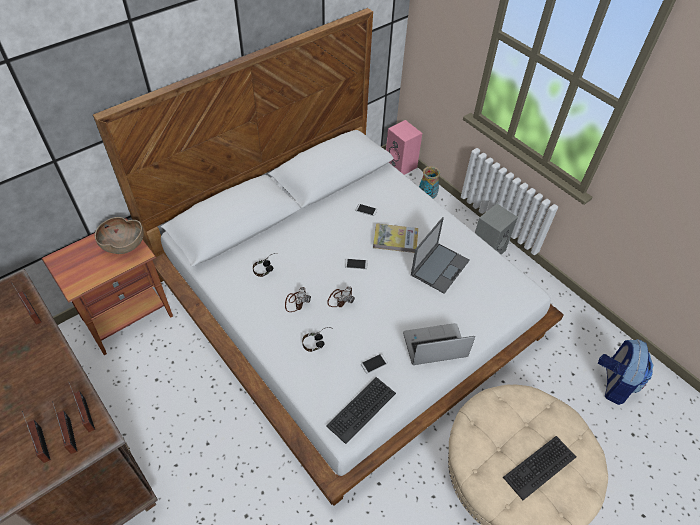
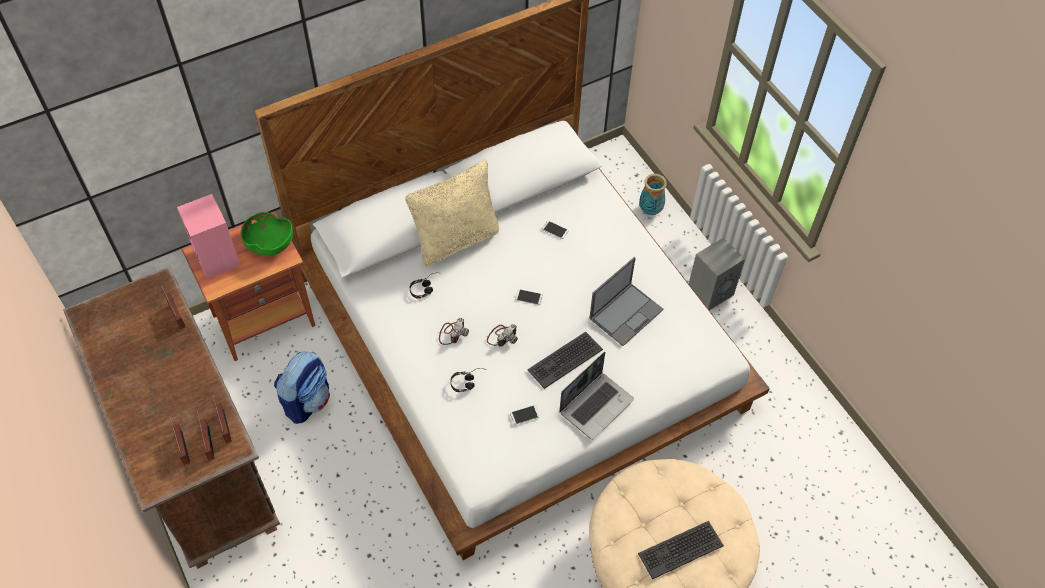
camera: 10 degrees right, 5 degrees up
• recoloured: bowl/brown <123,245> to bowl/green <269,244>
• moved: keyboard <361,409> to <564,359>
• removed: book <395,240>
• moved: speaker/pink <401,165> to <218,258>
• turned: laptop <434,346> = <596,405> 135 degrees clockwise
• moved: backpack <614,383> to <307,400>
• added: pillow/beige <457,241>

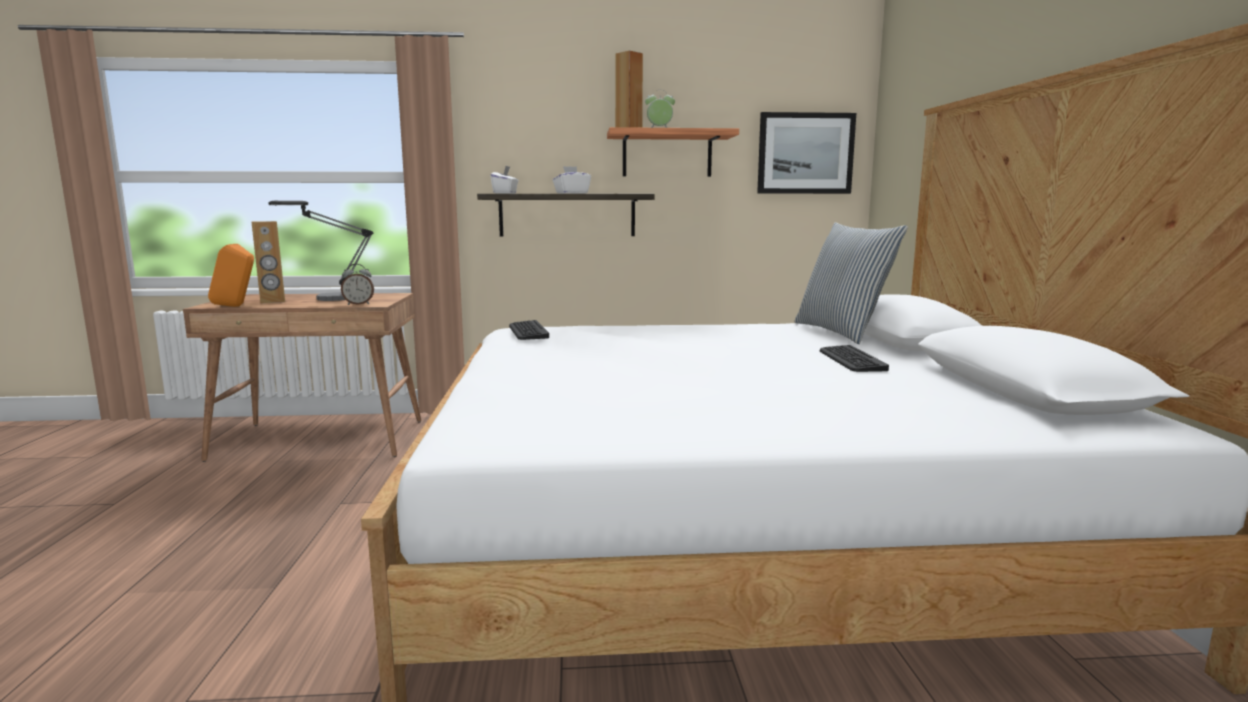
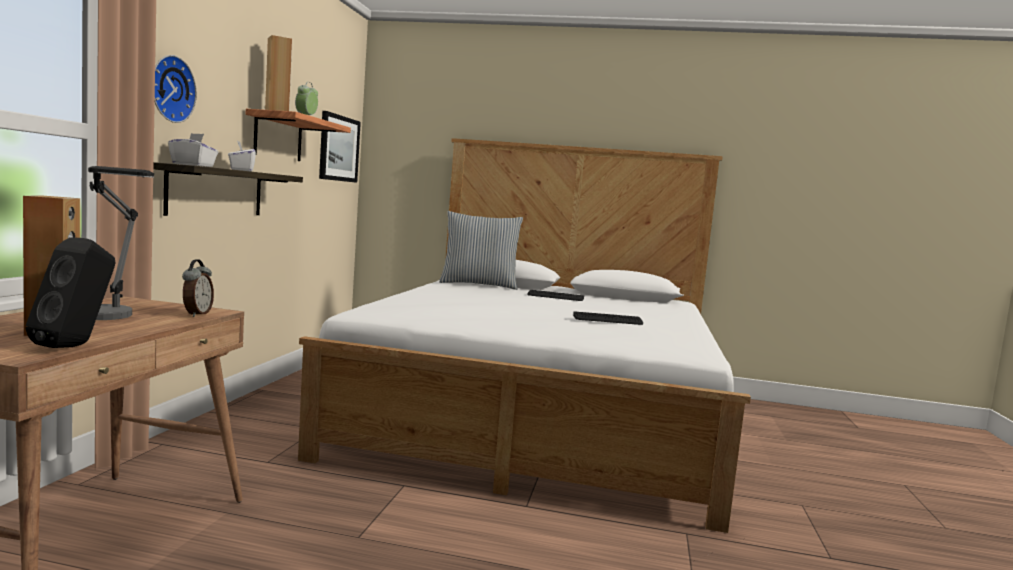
camera: 75 degrees left, 5 degrees down
• recoloured: speaker/orange <237,306> to speaker/black <76,346>
• moved: keyboard <528,331> to <607,320>
• added: wall clock <169,89>

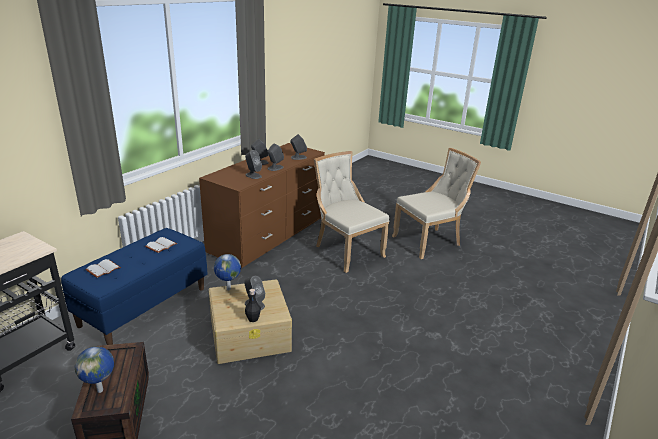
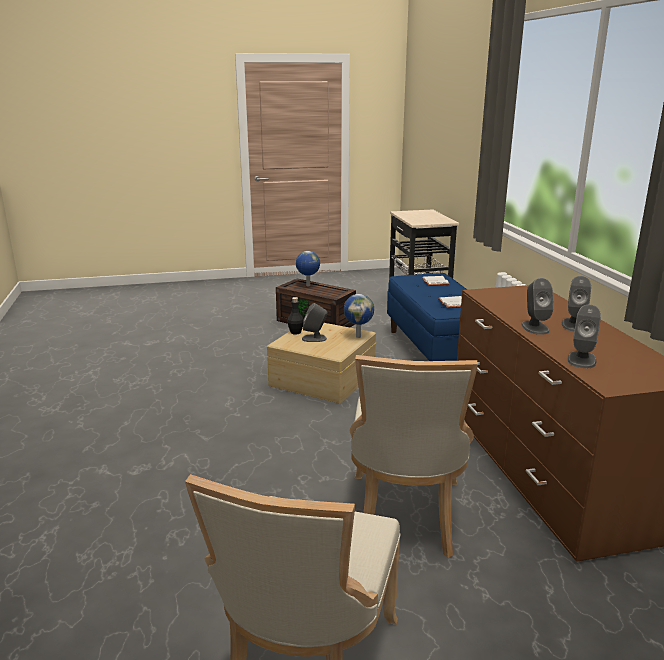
camera: 135 degrees right, 5 degrees down
• removed: speaker/grey <253,175>
• turned: chair/beige <346,251> = <405,517> 90 degrees clockwise

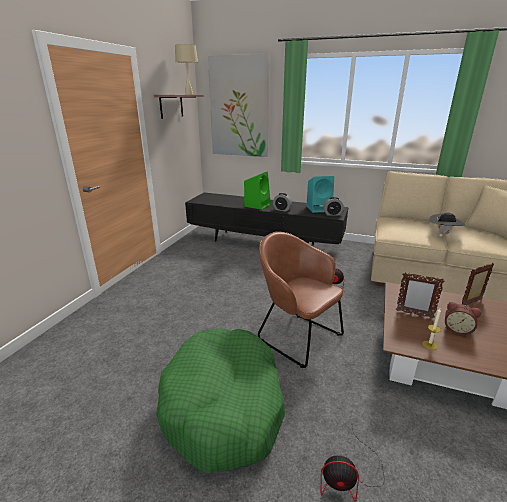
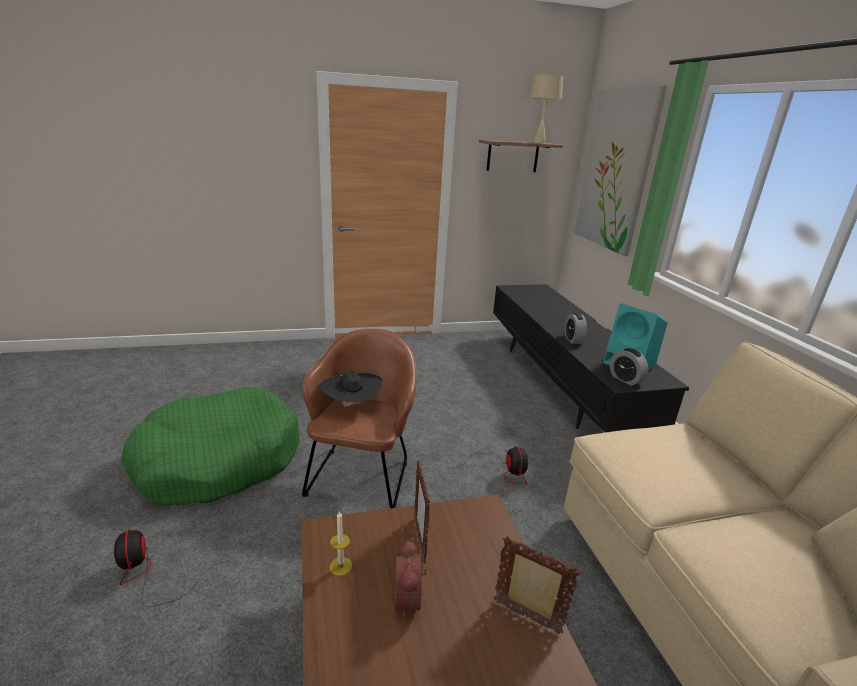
camera: 55 degrees right, 0 degrees up
• removed: speaker/green <257,205>
• moved: hat/black <443,233> to <351,406>

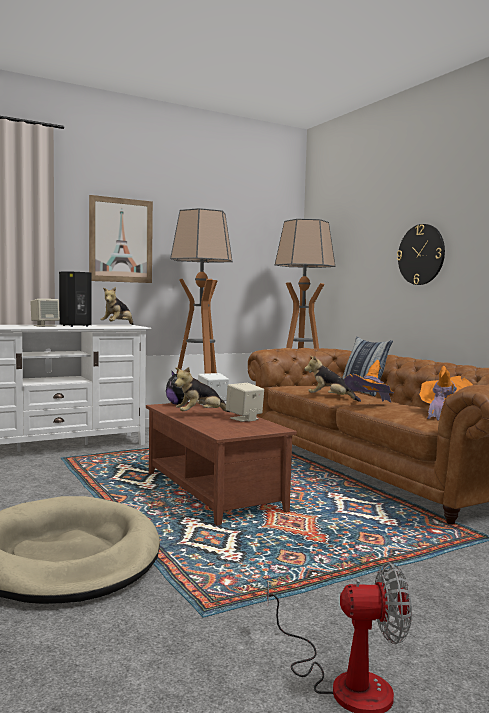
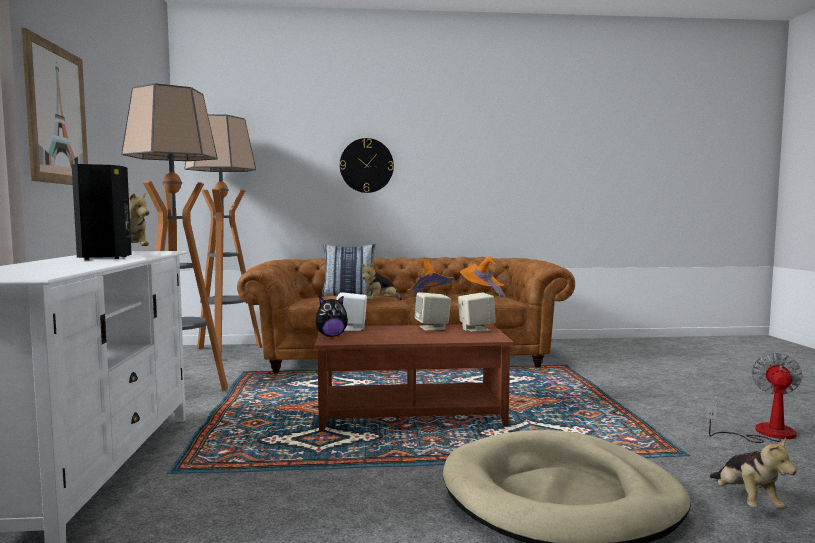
camera: 65 degrees left, 0 degrees up
• moved: speaker/beige <45,326> to <475,329>
• moved: plush toy <200,415> to <746,501>

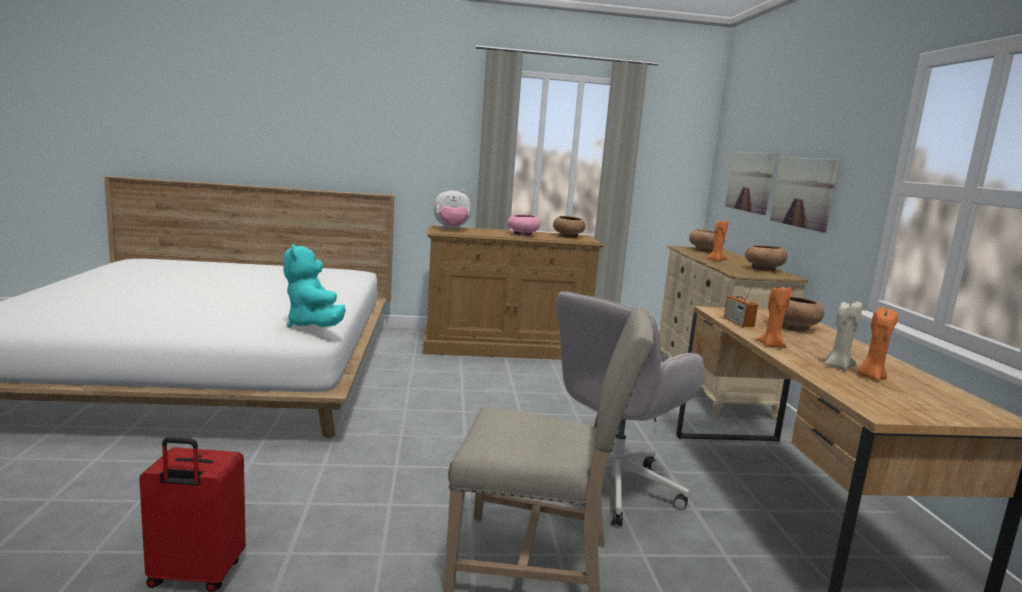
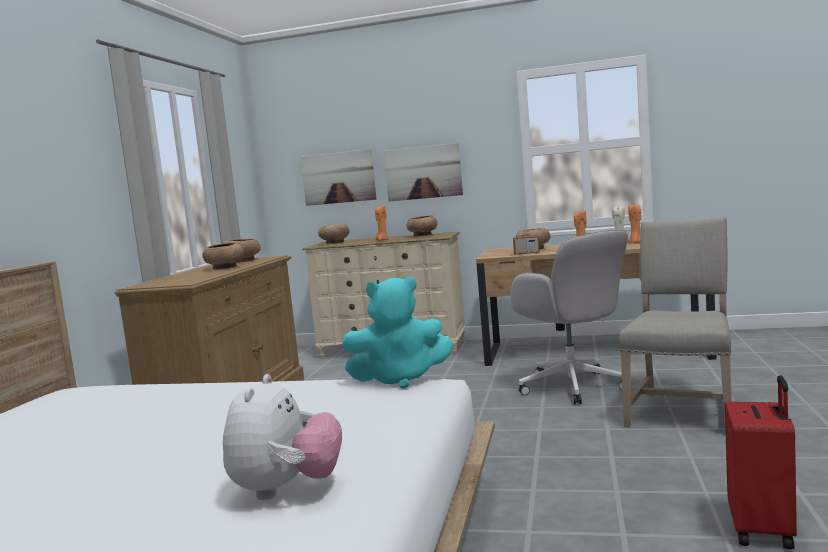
camera: 70 degrees left, 5 degrees down
• moved: plush toy <451,229> to <286,489>
• recoloured: bowl/pink <522,235> to bowl/brown <225,268>

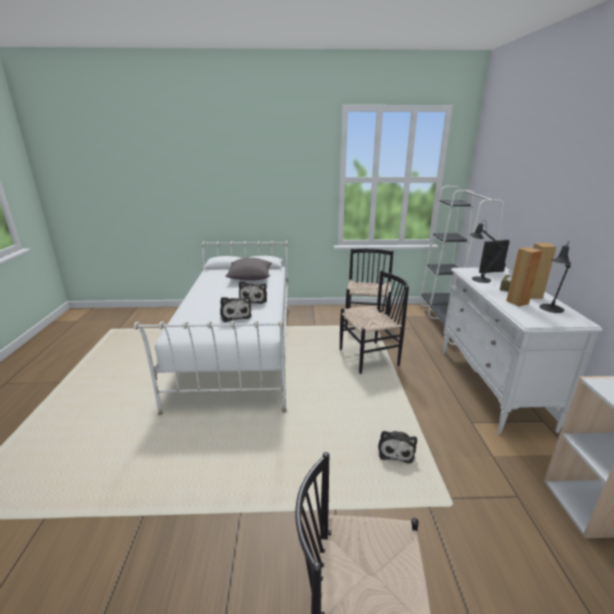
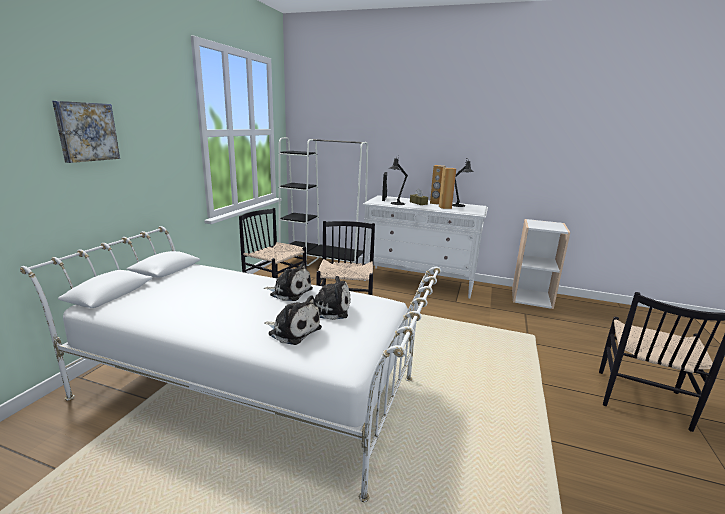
camera: 70 degrees left, 5 degrees down
• removed: pillow/grey <250,278>
• moved: plush toy <396,450> to <293,330>
• added: picture <86,132>

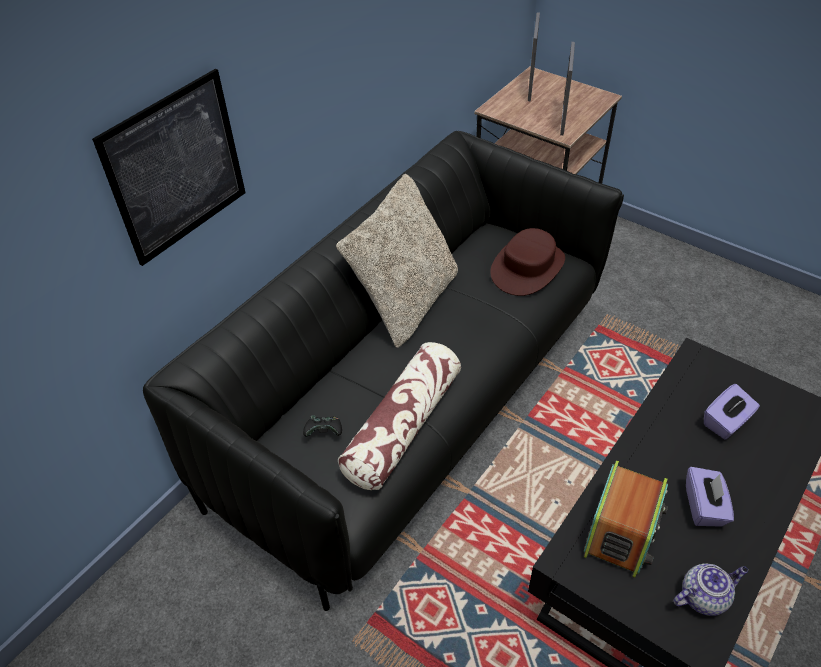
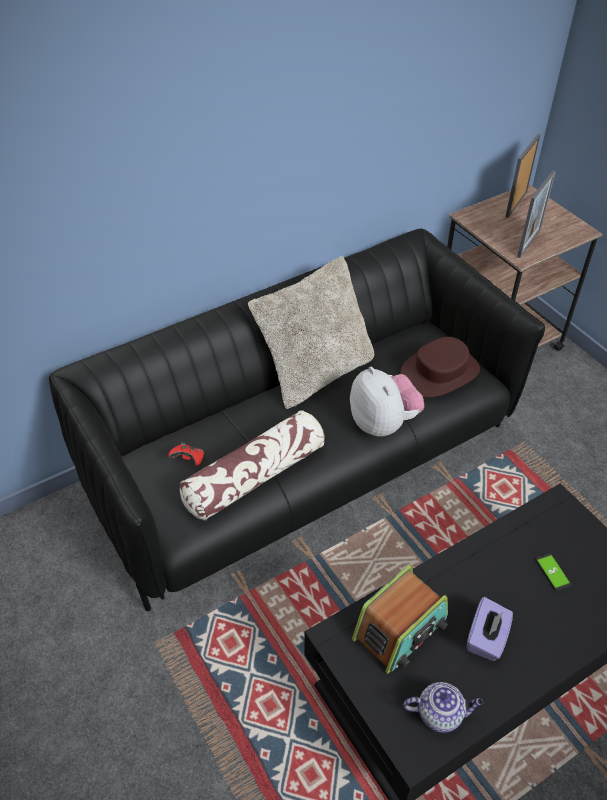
camera: 20 degrees right, 0 degrees up
• removed: picture <176,168>
• recoloured: game controller/black <324,432> to game controller/red <189,459>
• replaced: tissue box/purple <726,422> to phone <553,572>
• added: plush toy <383,423>

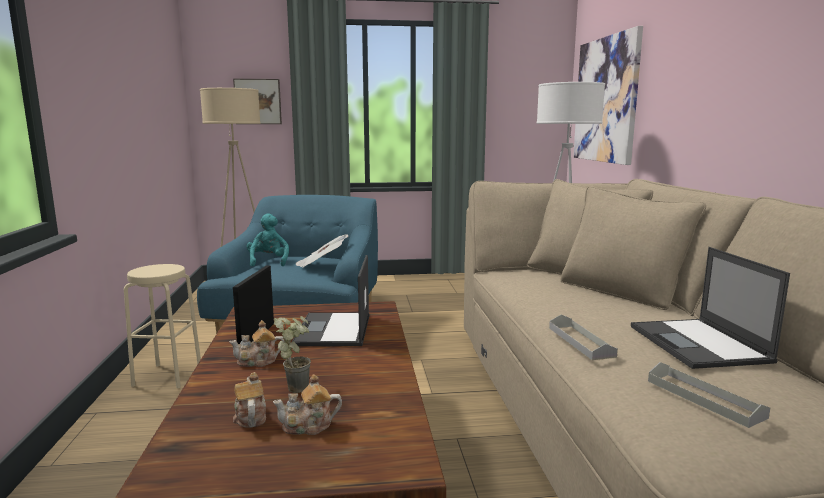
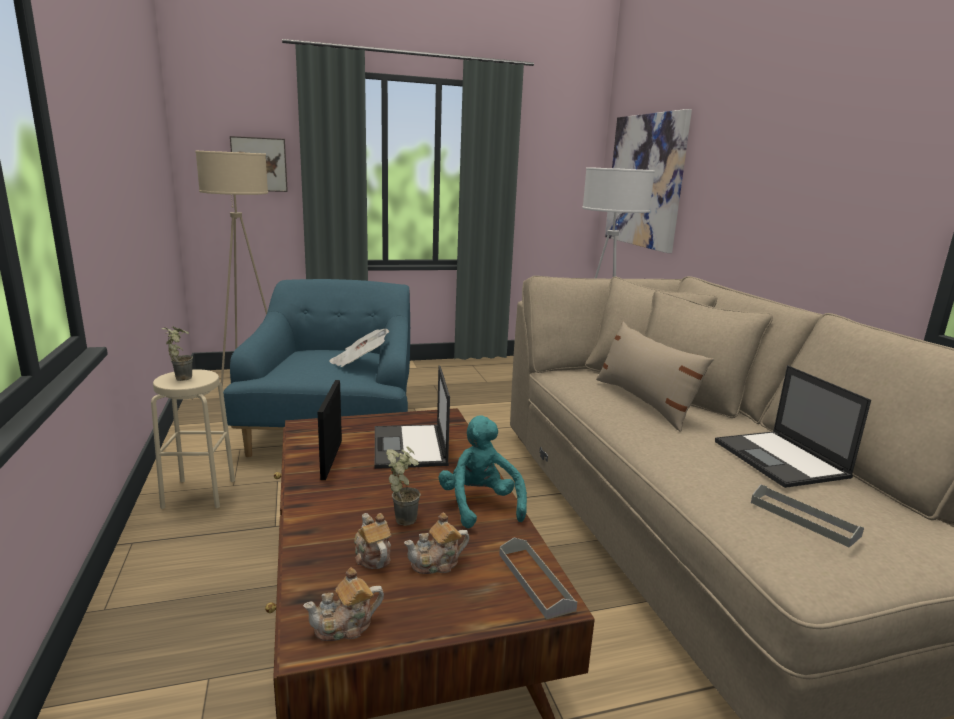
camera: 10 degrees left, 5 degrees up
• moved: teapot <258,361> to <345,626>
• moved: plush toy/turquoise <268,262> to <480,505>
• moved: tray/grey <580,342> to <535,581>
• added: potted plant <180,377>
• added: pillow/beige <644,402>

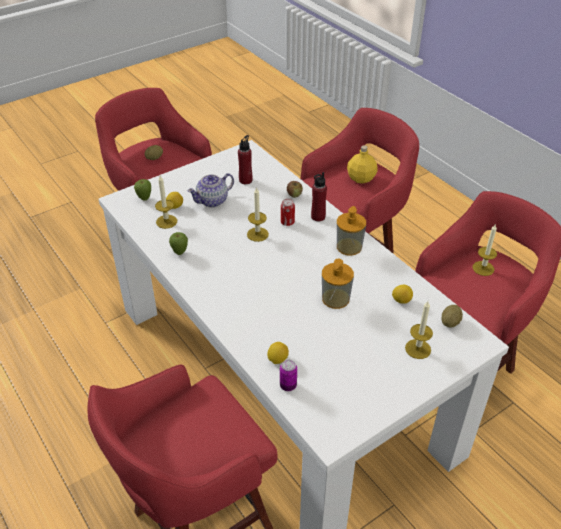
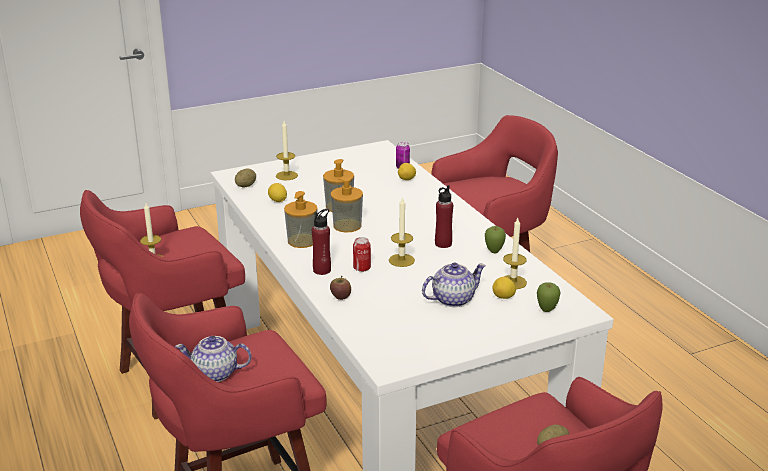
camera: 170 degrees left, 15 degrees down
• moved: bottle/red <245,180> to <443,244>
• replaced: bottle/yellow <360,178> to teapot <215,374>
• added: soap dispenser <347,226>

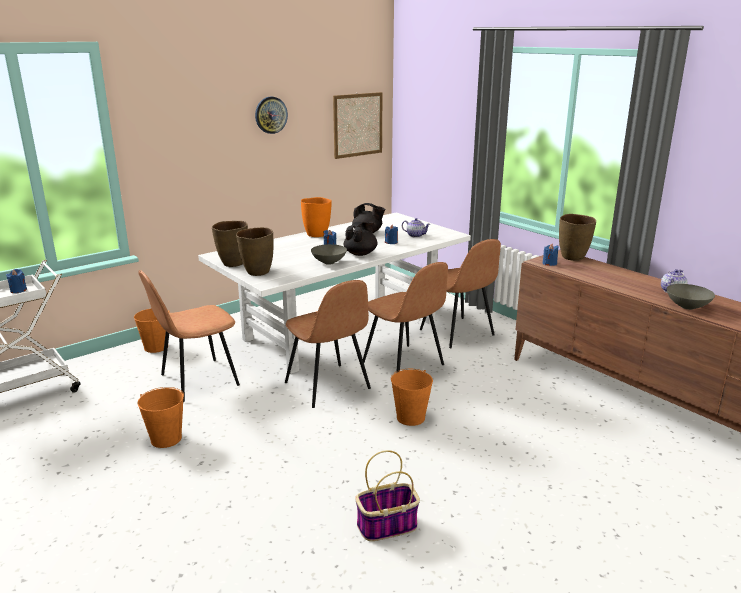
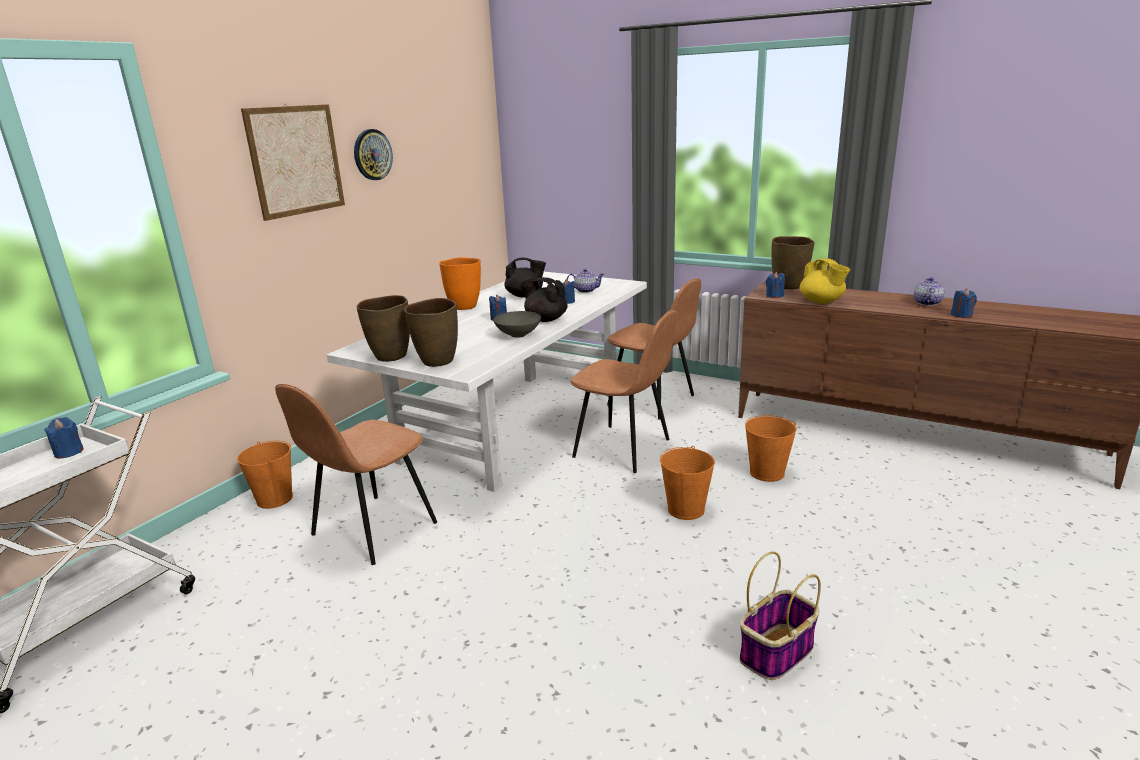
camera: 20 degrees left, 0 degrees up
• moved: bucket/orange <166,439> to <767,473>
• removed: chair/brown <328,386>
• moved: picture <357,124> to <295,159>
• turned: teapot/black <361,253> = <545,319> 75 degrees counterclockwise
• replaced: bowl/grey <686,307> to candle/blue <961,315>
• added: teapot/yellow <822,302>

